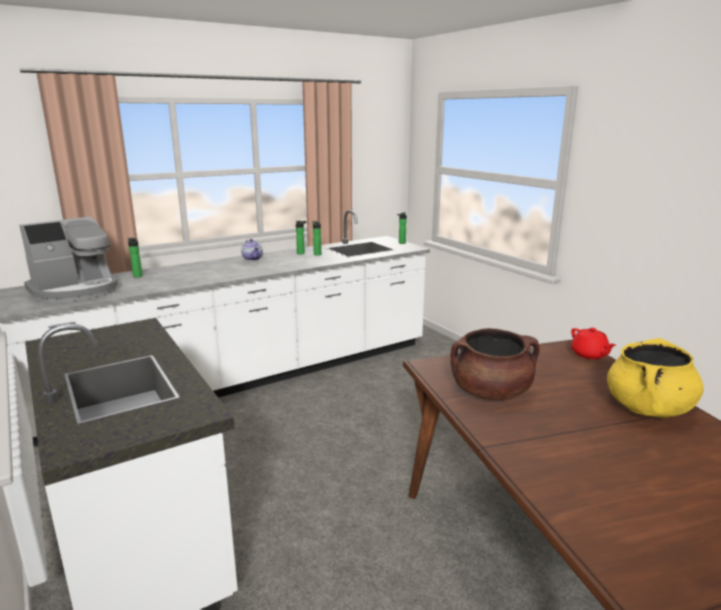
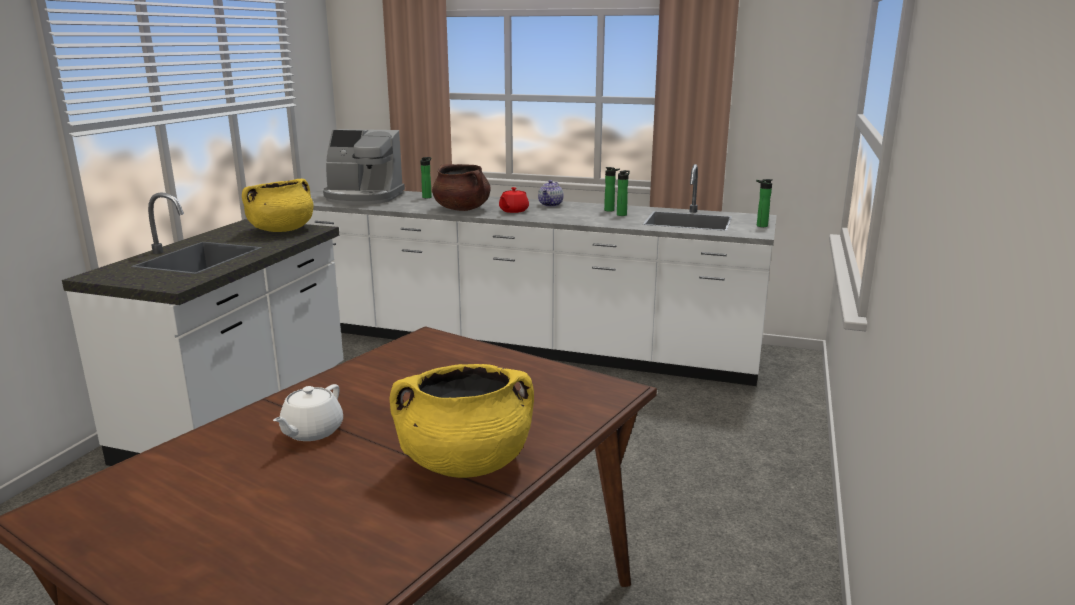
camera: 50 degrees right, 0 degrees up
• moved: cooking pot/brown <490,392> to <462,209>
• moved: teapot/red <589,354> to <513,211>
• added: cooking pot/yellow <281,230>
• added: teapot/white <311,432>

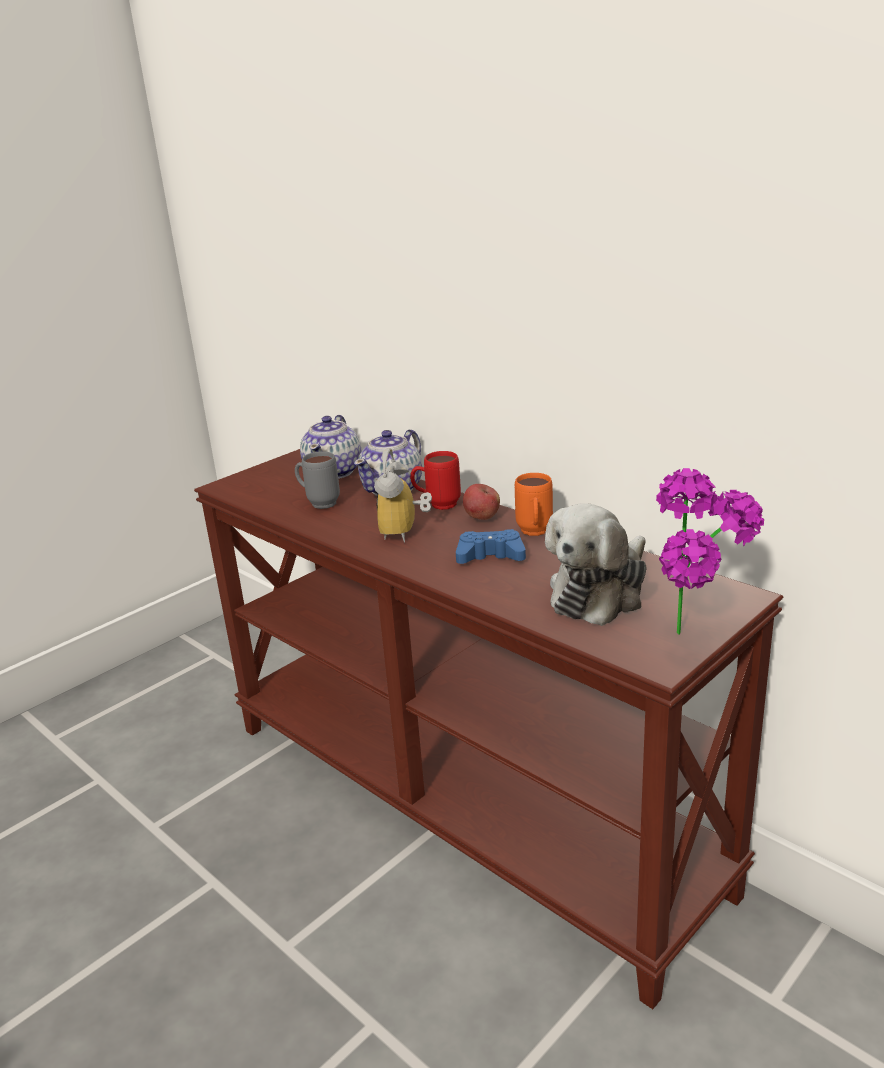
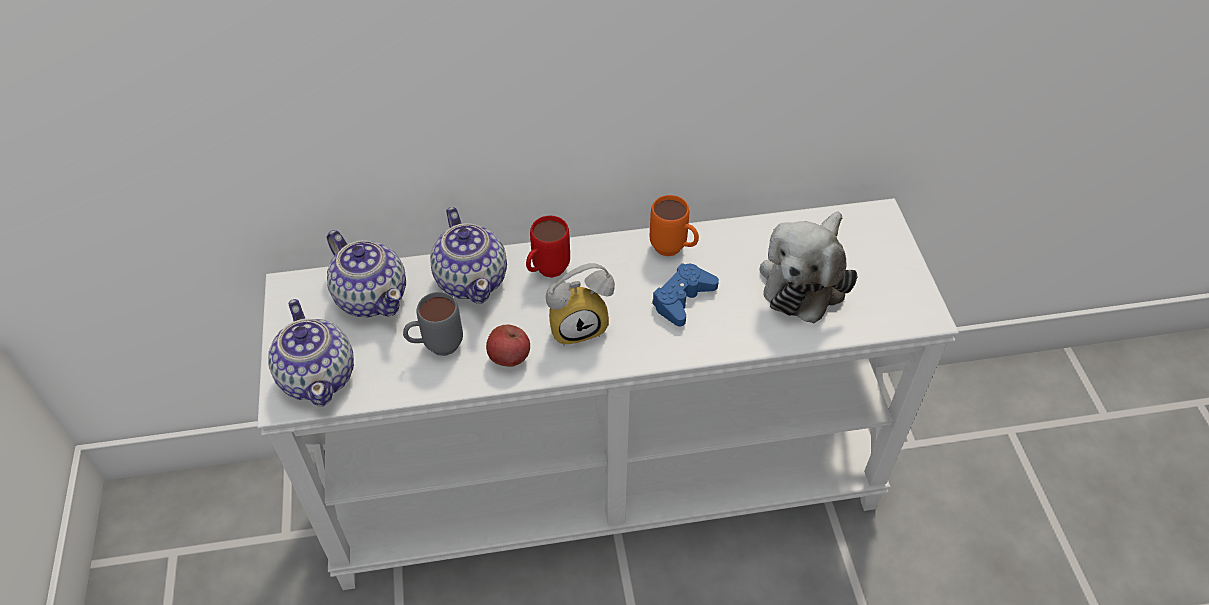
camera: 55 degrees left, 25 degrees up
• recoloured: console table/brown <464,802> to console table/white <605,481>
• turned: alarm clock <405,533> = <578,324> 60 degrees counterclockwise
• moved: apple <482,518> to <509,358>
• turned: plush toy <600,592> = <805,278> 45 degrees clockwise
• removed: potted plant <698,641>
• added: teapot <319,376>

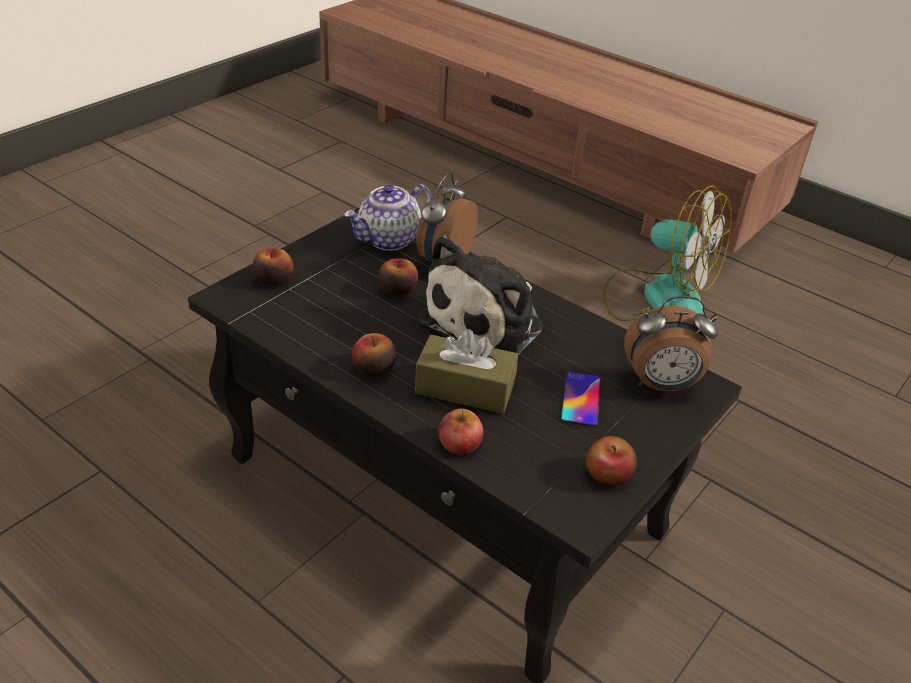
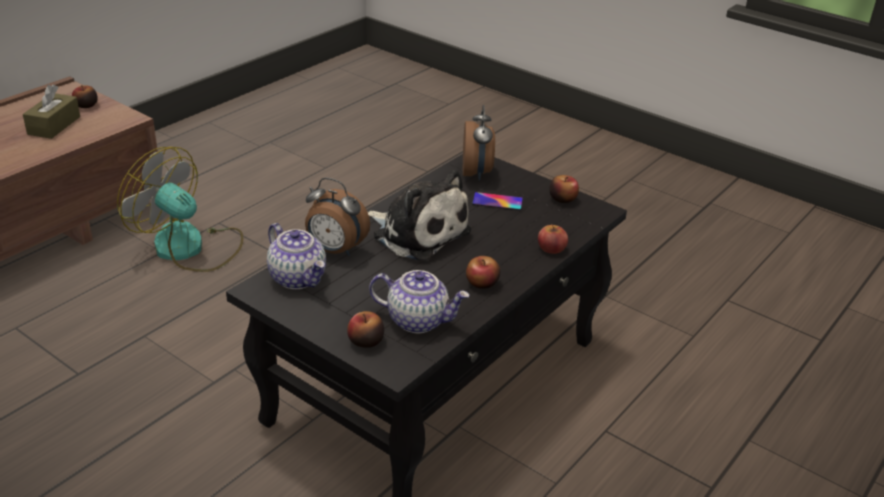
camera: 90 degrees left, 5 degrees down
• moved: apple <397,289> to <86,105>
• moved: tissue box/brown <465,388> to <54,125>
• turned: fan <657,297> = <189,248> 90 degrees counterclockwise
• added: teapot <418,320>

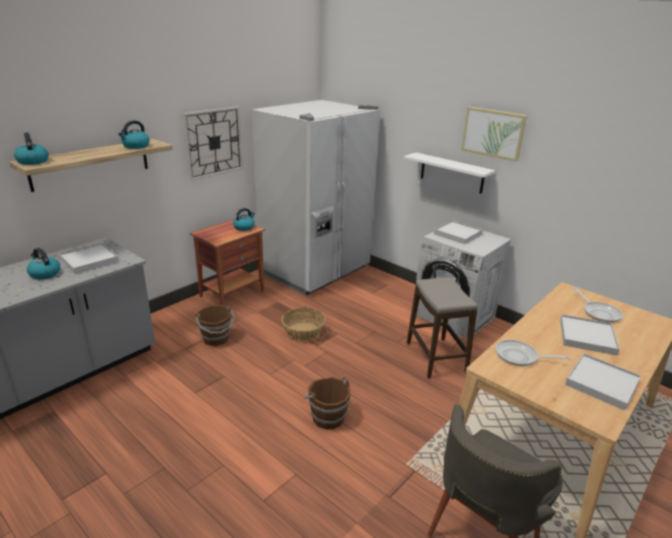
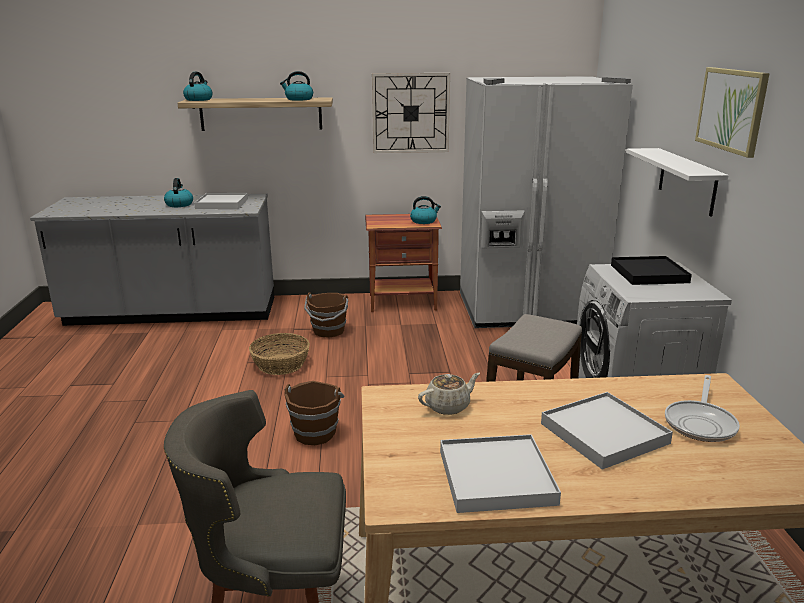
camera: 45 degrees right, 5 degrees down
• moved: basket <303,331> to <281,364>
• recoloured: tray/white <458,234> to tray/black <649,274>
• replaced: frying pan <520,357> to teapot/beige <448,406>

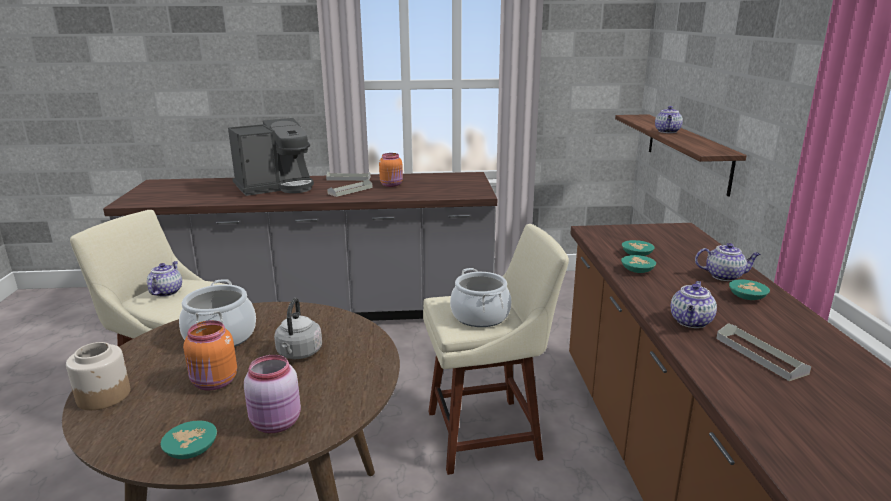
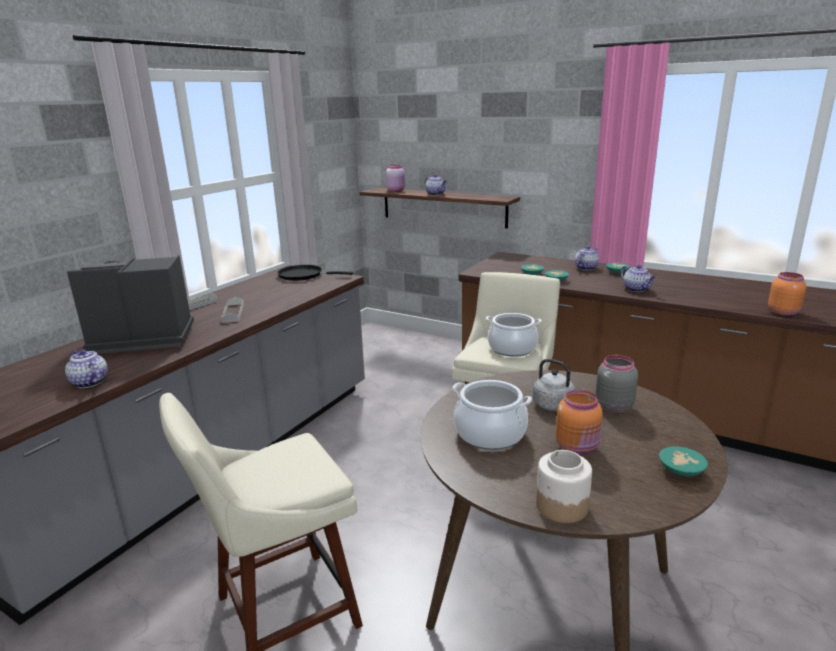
camera: 55 degrees left, 0 degrees up
• moved: teapot <166,292> to <89,382>
• turned: coffee machine <276,187> = <141,339> 105 degrees counterclockwise
• moved: jar/pink <277,423> to <396,191>
• moved: jar/orange <392,185> to <783,312>
• removed: tray/grey <760,355>
• added: frying pan/black <304,275>
• added: jar/grey <612,406>

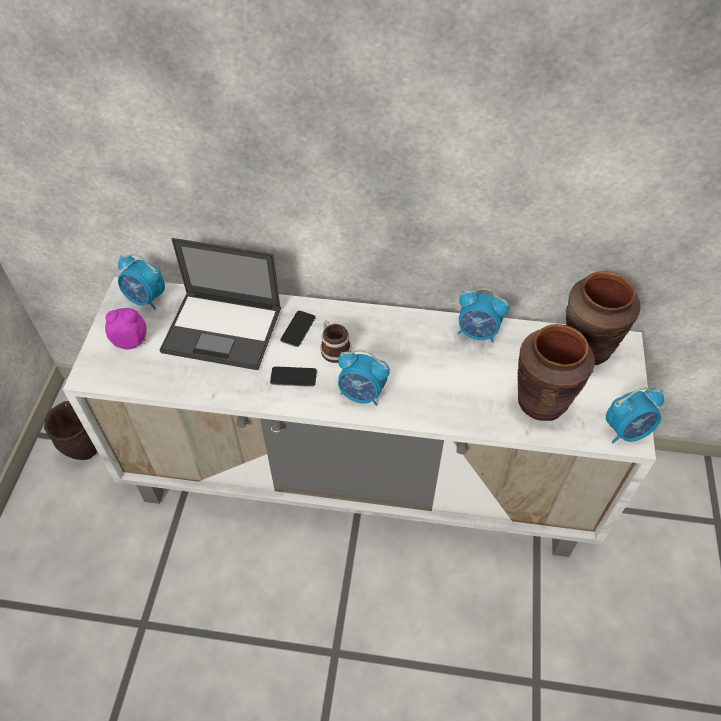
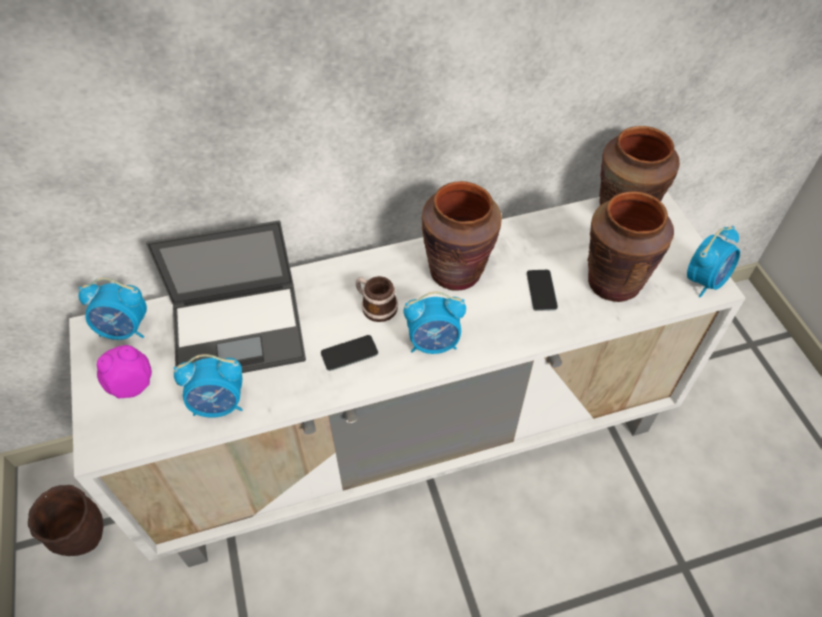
camera: 25 degrees left, 0 degrees up
• moved: phone <298,329> to <541,290>
• moved: alarm clock <478,333> to <219,404>
• added: vase/brown <456,272>

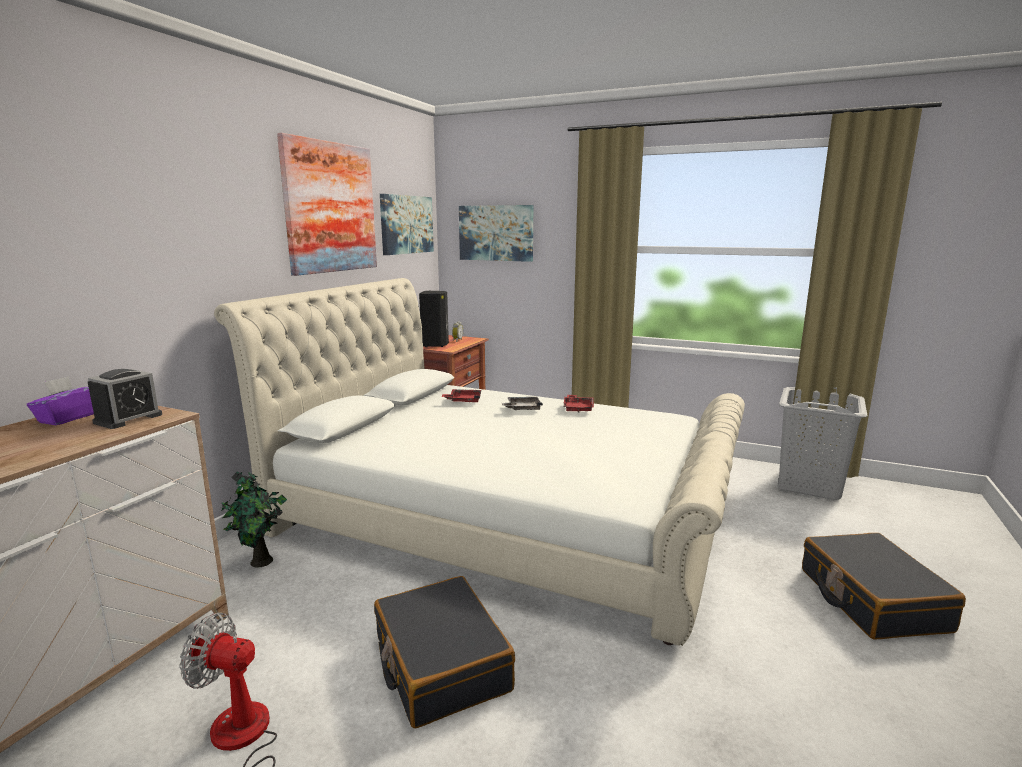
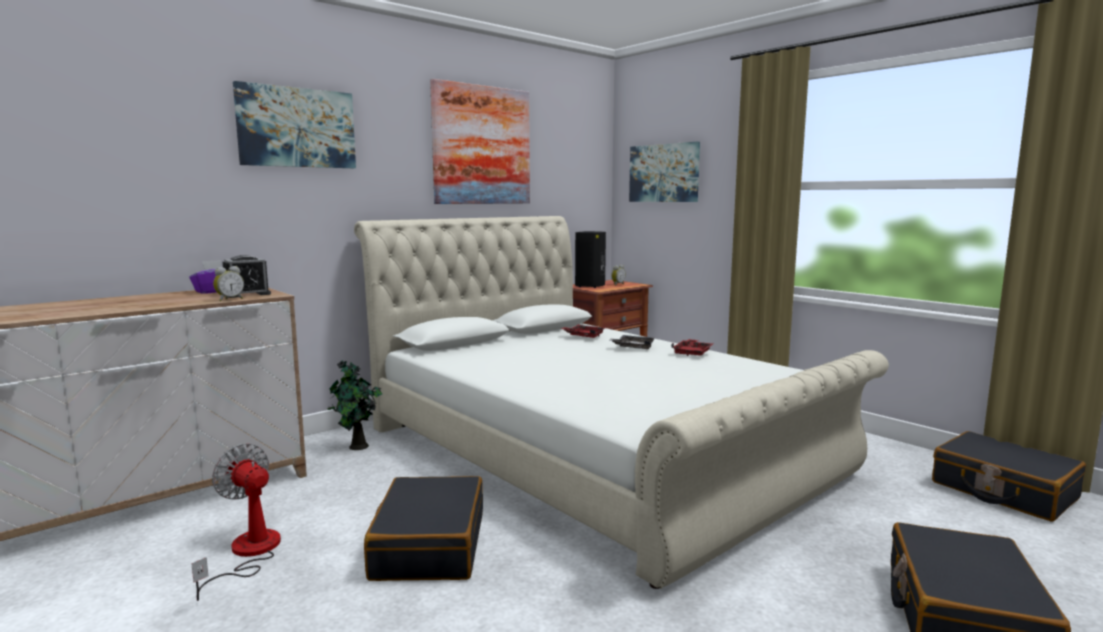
camera: 25 degrees right, 5 degrees down
• moved: picture <406,224> to <297,128>
• replaced: laundry basket/grey <810,485> to suitcase/black <1003,490>
• added: alarm clock <229,299>

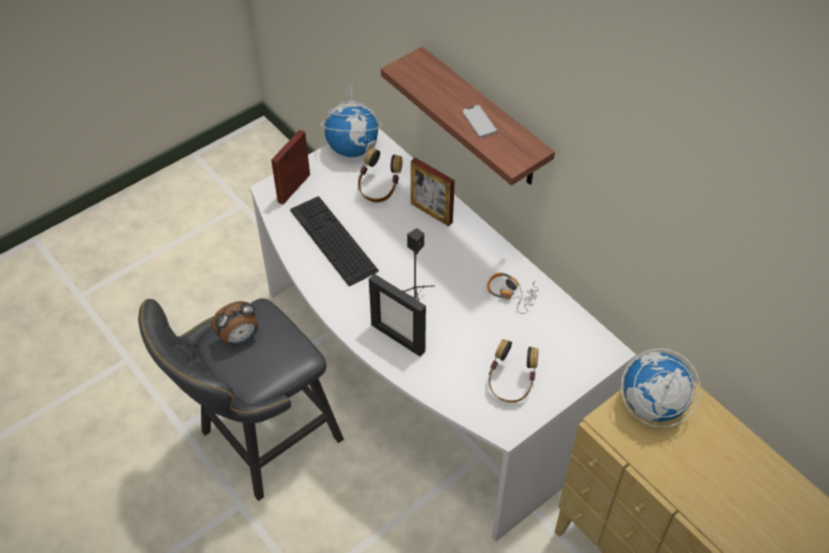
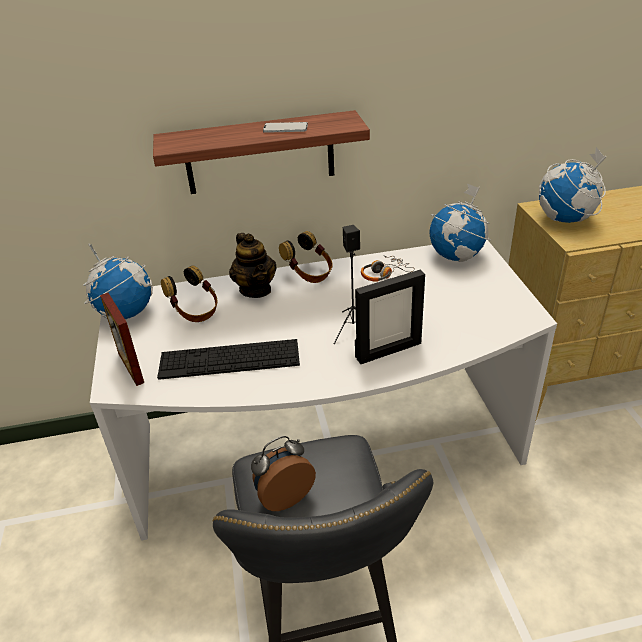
camera: 60 degrees left, 15 degrees down
• turned: alarm clock <239,338> = <283,495> 120 degrees counterclockwise
• replaced: picture frame <431,213> to teapot <256,289>
• moved: headphones <510,384> to <309,274>
• added: globe <457,256>

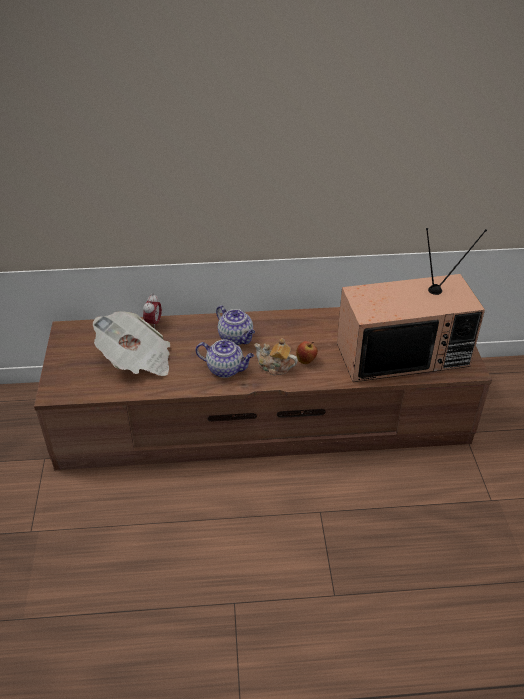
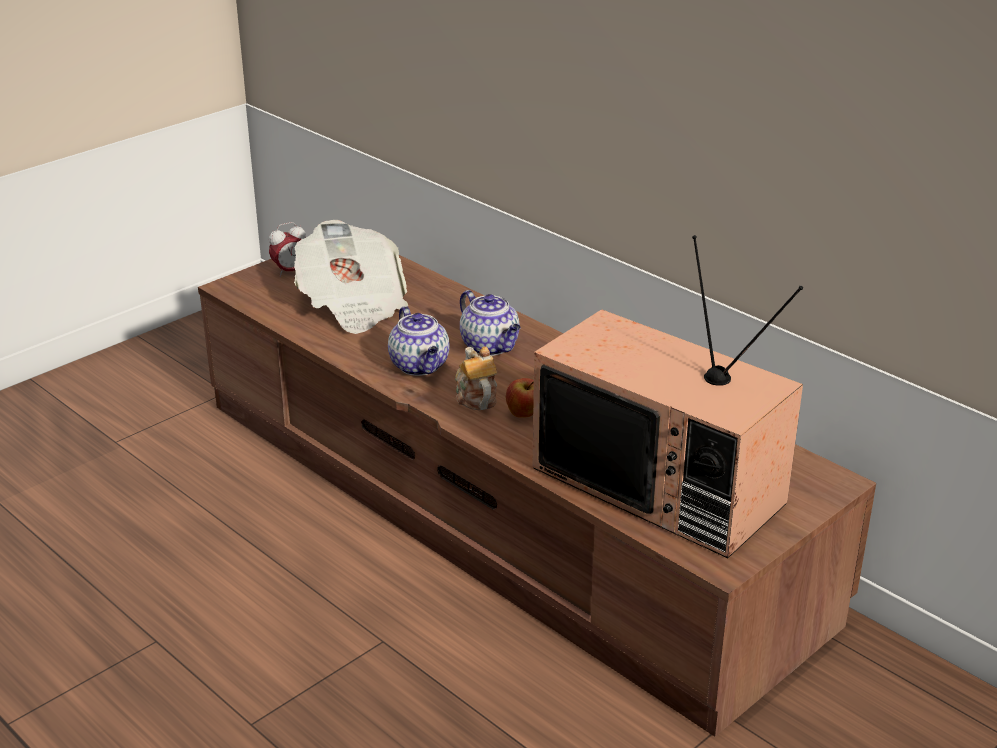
camera: 50 degrees right, 10 degrees down
• moved: alarm clock <153,323> to <290,271>
• turned: teapot <236,338> = <491,346> 45 degrees counterclockwise

